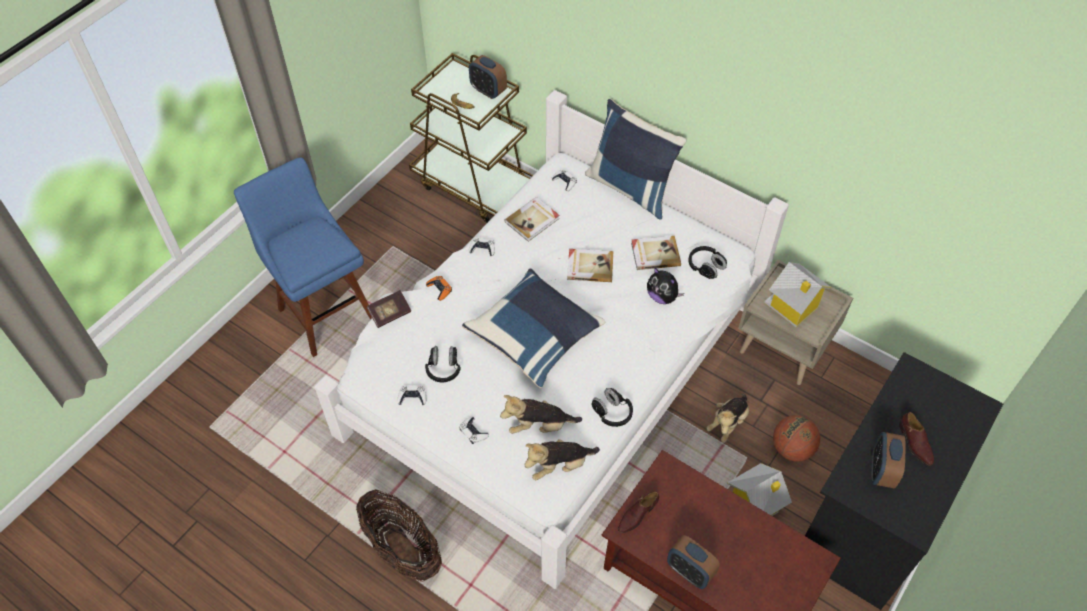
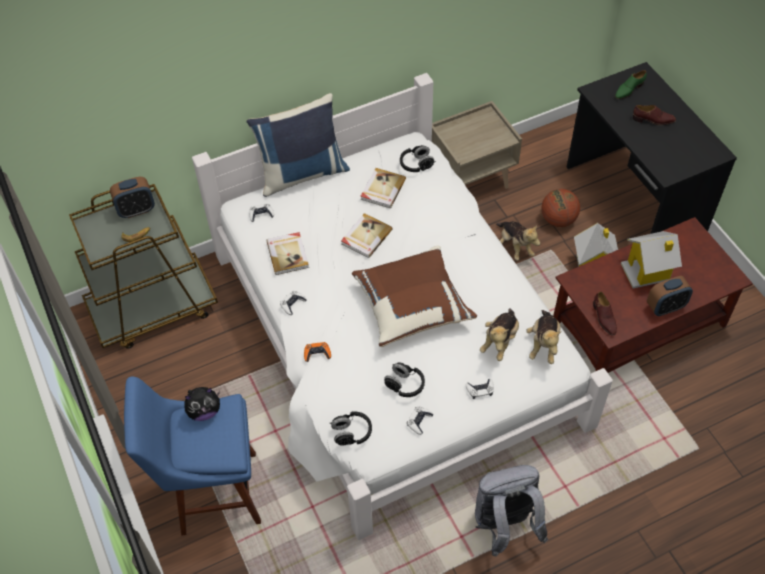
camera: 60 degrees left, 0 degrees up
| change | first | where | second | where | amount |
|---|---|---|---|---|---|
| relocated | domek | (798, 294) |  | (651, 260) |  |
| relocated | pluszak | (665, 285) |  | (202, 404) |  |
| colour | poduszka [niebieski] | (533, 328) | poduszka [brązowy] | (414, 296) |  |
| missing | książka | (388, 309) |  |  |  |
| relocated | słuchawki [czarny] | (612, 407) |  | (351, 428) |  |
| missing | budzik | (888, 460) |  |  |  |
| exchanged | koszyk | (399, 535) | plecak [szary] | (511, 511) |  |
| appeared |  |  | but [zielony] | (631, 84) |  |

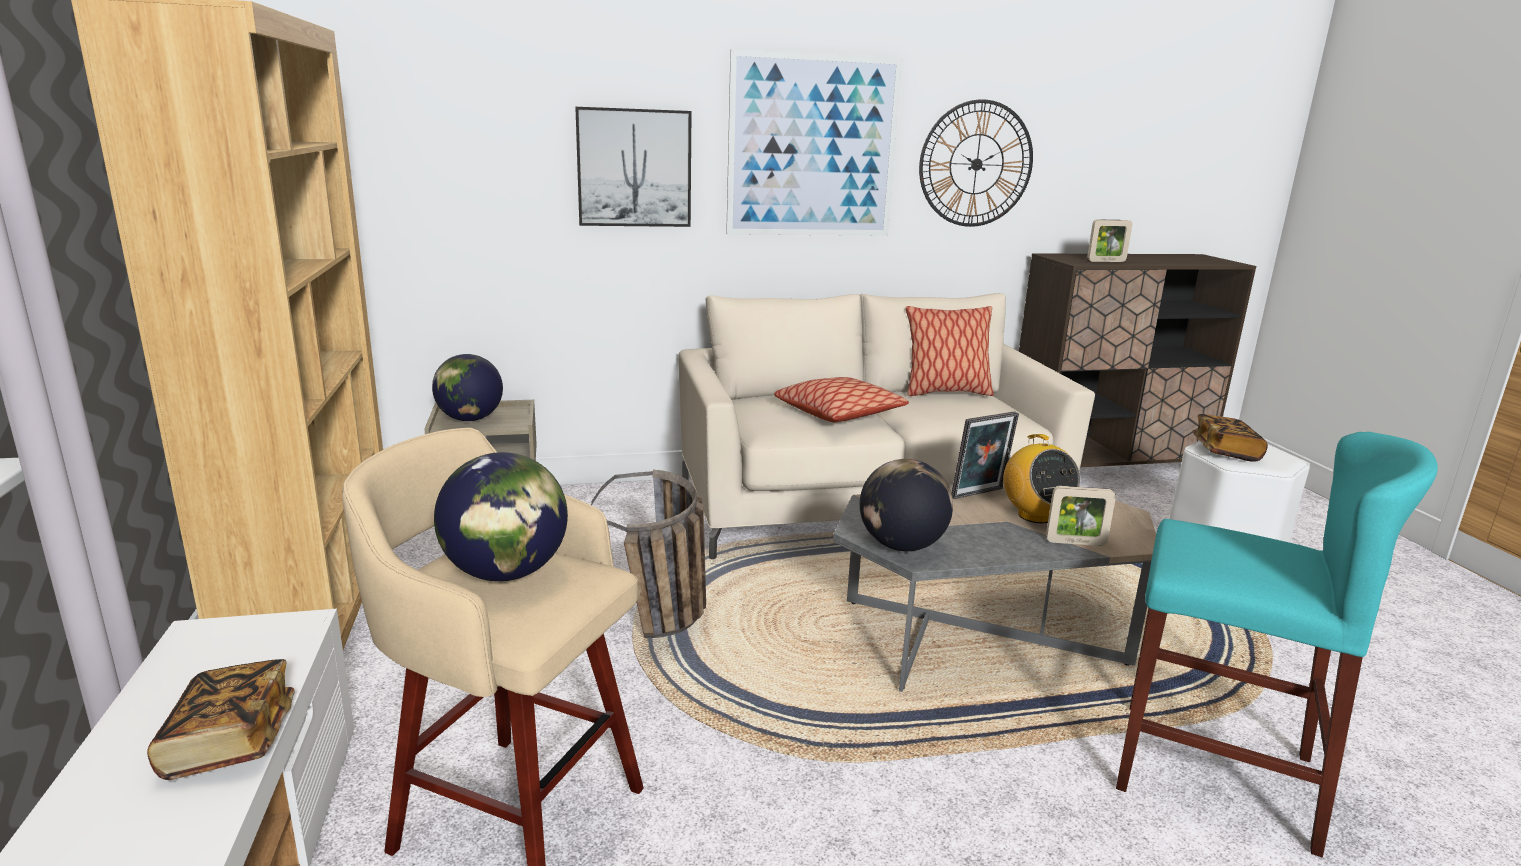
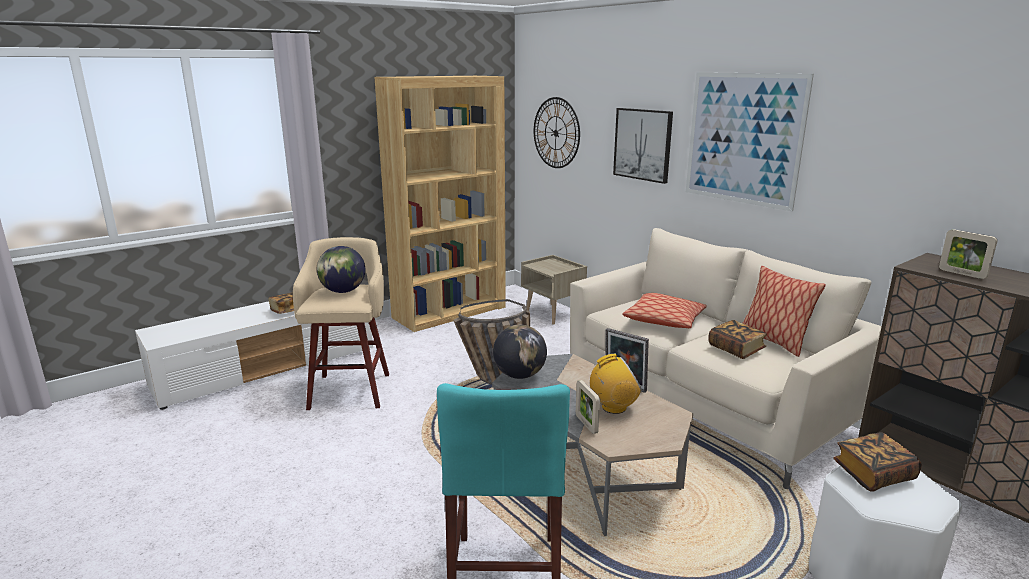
camera: 65 degrees right, 0 degrees up
| change | first | where | second | where | amount |
|---|---|---|---|---|---|
| relocated | zegar ścienny | (976, 163) |  | (557, 132) |  |
| missing | globus | (467, 387) |  |  |  |
| spun | radio | (1041, 478) |  | (616, 384) | 150 degrees counterclockwise |
| appeared |  |  | książka | (738, 339) |  |

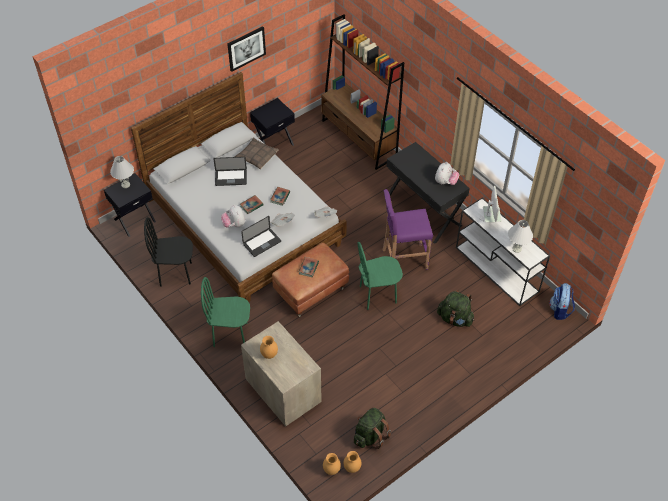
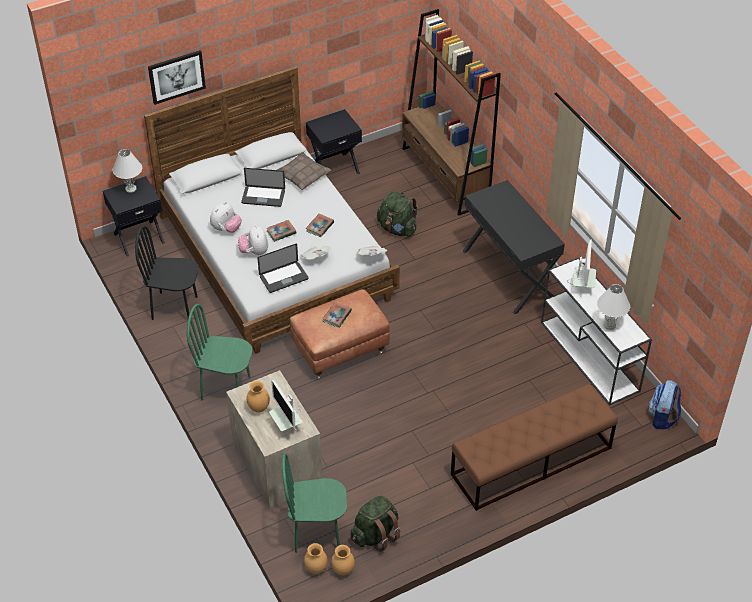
camera: 10 degrees right, 5 degrees down
| change | first | where | second | where | amount |
|---|---|---|---|---|---|
| relocated | obraz | (246, 49) |  | (177, 77) |  |
| relocated | pluszak | (447, 173) |  | (226, 217) |  |
| missing | stołek [fioletowy] | (408, 229) |  |  |  |
| relocated | krzesło [zielony] | (380, 276) |  | (314, 503) |  |
| relocated | plecak [zielony] | (455, 308) |  | (397, 214) |  |
| appeared |  |  | monitor | (286, 408) |  |
| appeared |  |  | ławka [brązowy] | (534, 447) |  |

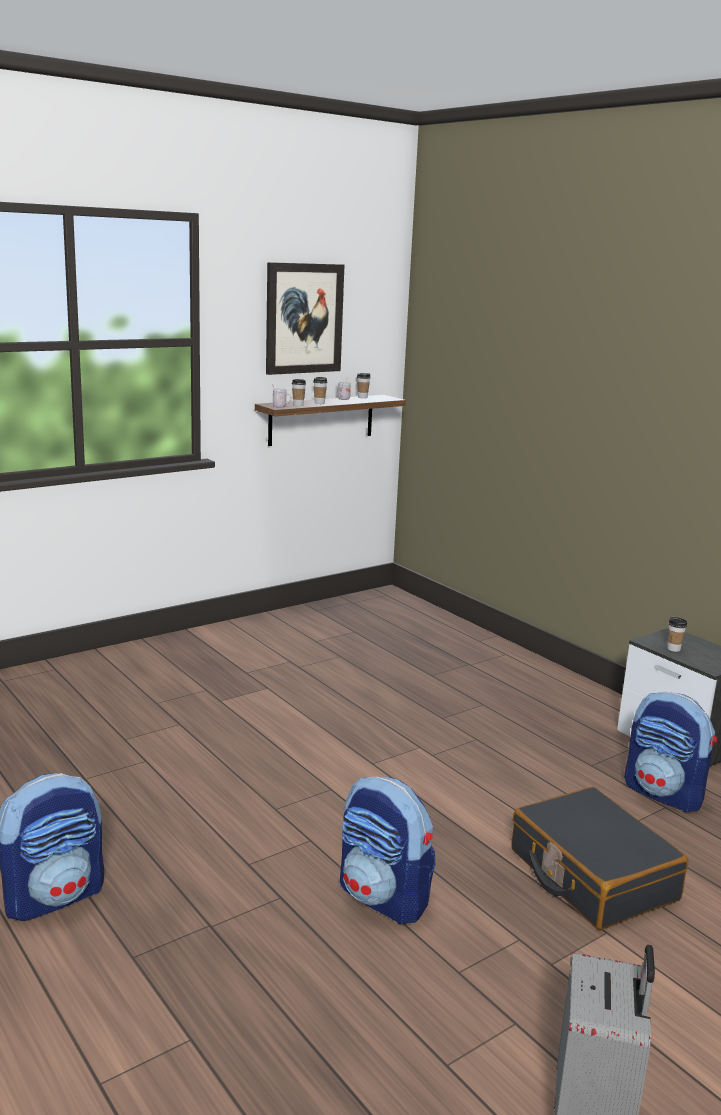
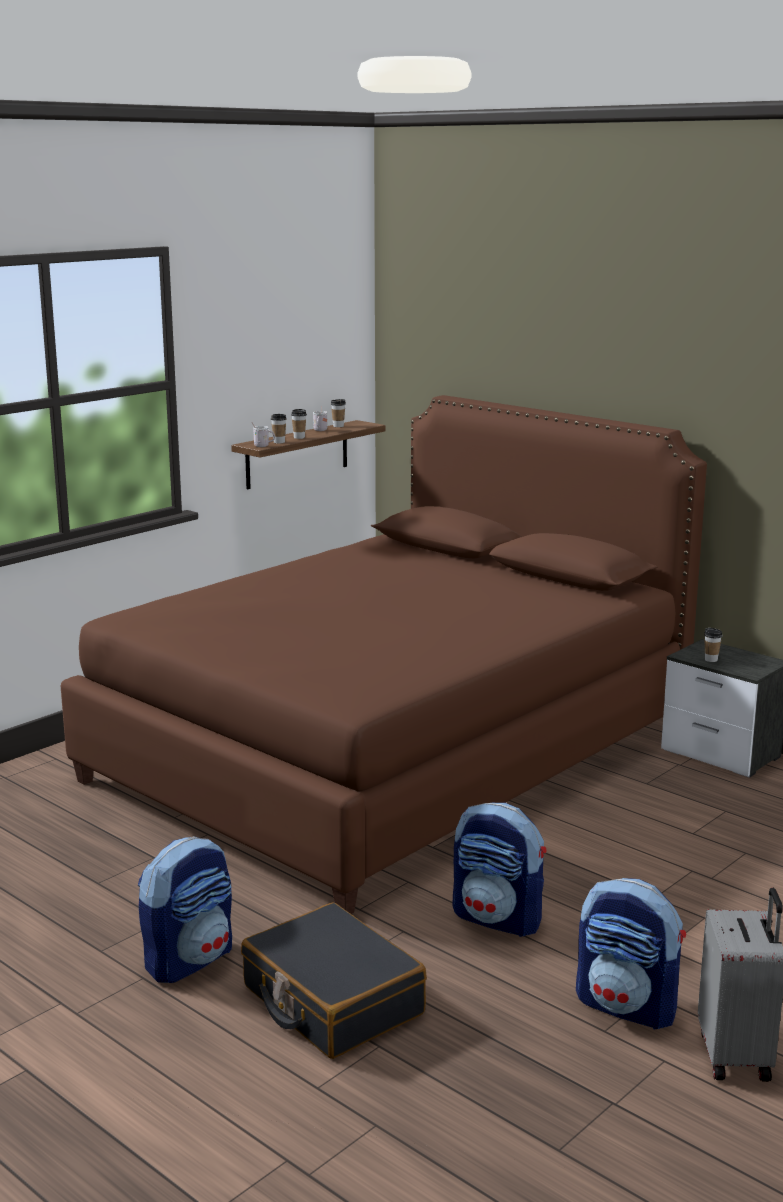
camera: 10 degrees left, 0 degrees up
| change | first | where | second | where | amount |
|---|---|---|---|---|---|
| missing | obraz | (305, 318) |  |  |  |
| relocated | plecak | (670, 752) |  | (631, 953) |  |
| relocated | walizka [czarny] | (600, 858) |  | (334, 980) |  |
| appeared |  |  | łóżko [brązowy] | (384, 654) |  |

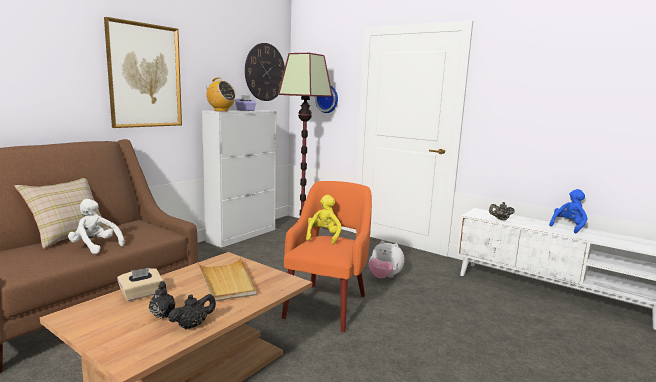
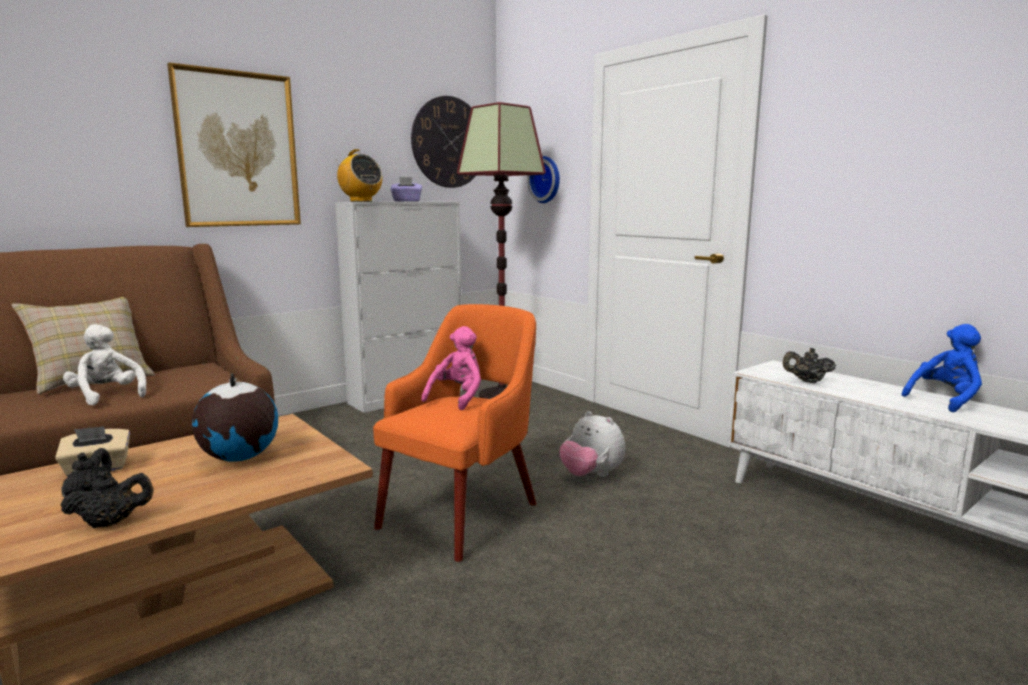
camera: 15 degrees right, 0 degrees up
| change | first | where | second | where | amount |
|---|---|---|---|---|---|
| colour | pluszak [żółty] | (323, 220) | pluszak [różowy] | (451, 368) |  |
| exchanged | taca [beżowy] | (226, 279) | globus | (235, 417) |  |

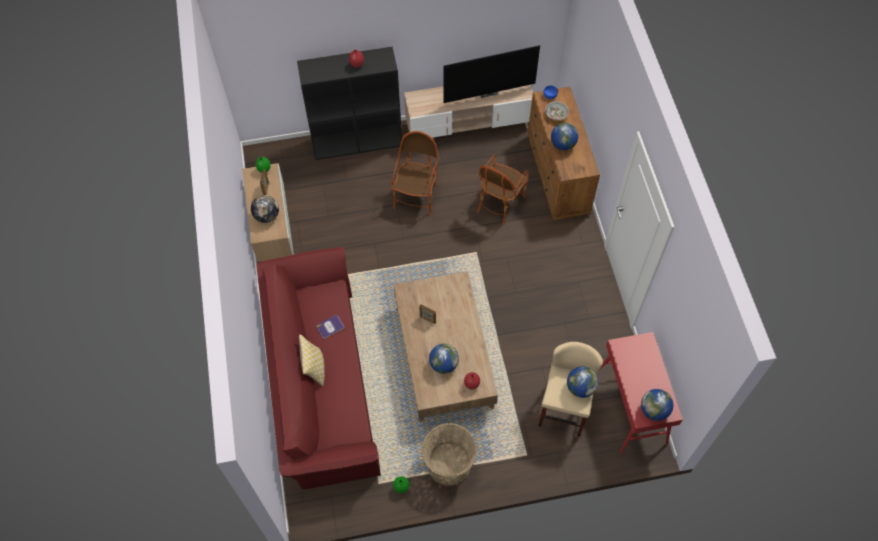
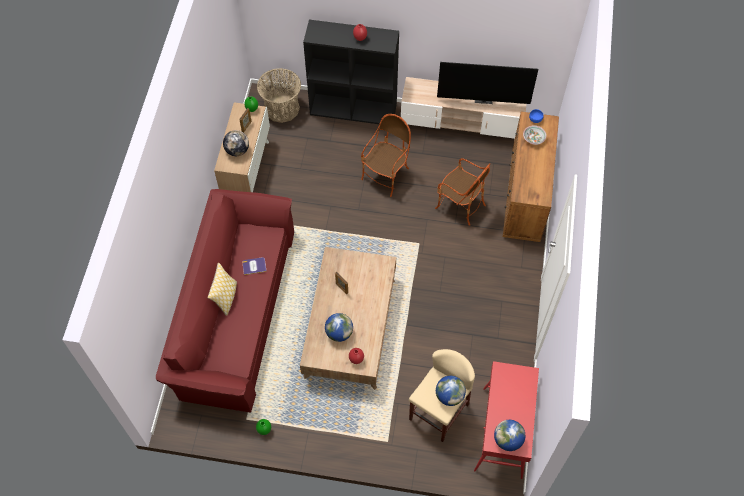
camera: 20 degrees right, 0 degrees up
| change | first | where | second | where | amount |
|---|---|---|---|---|---|
| missing | globus | (564, 136) |  |  |  |
| spun | fotel | (503, 190) |  | (462, 192) | 105 degrees counterclockwise |
| relocated | koszyk | (449, 454) |  | (279, 95) |  |

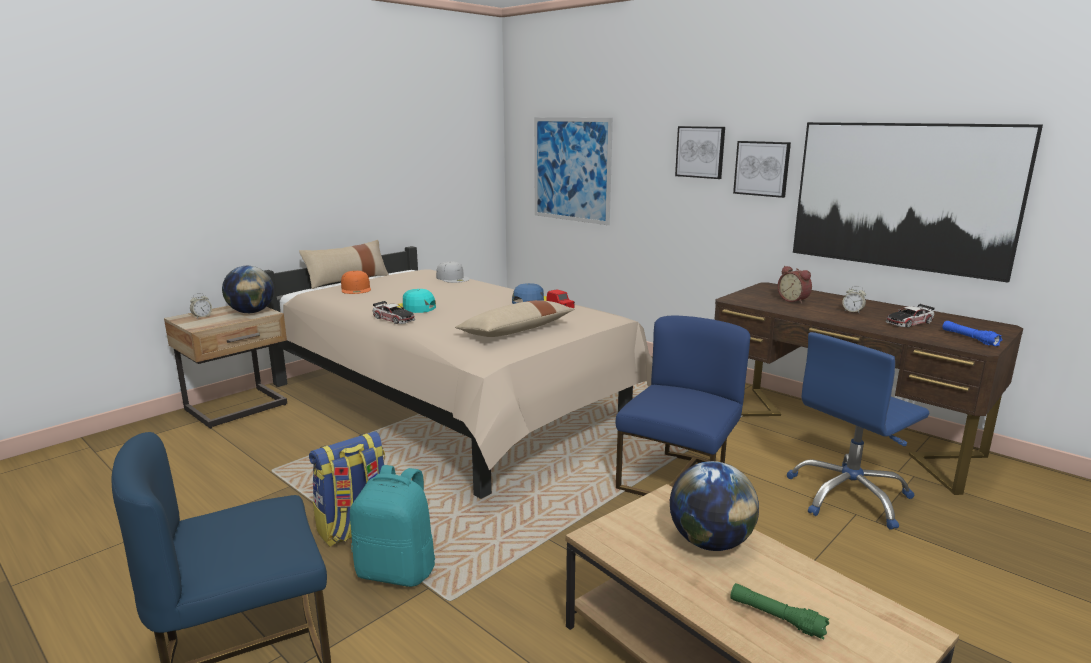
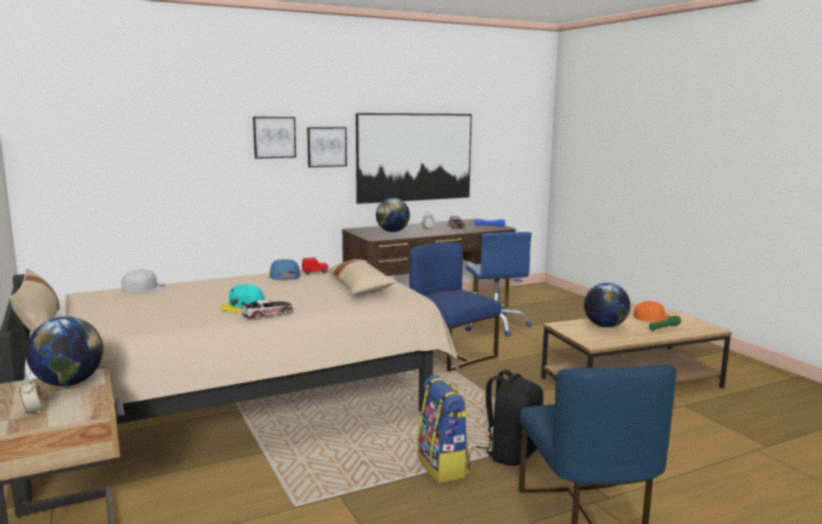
camera: 70 degrees left, 5 degrees down
| change | first | where | second | where | amount |
|---|---|---|---|---|---|
| missing | obraz | (573, 171) |  |  |  |
| exchanged | budzik | (795, 285) | globus | (393, 215) |  |
| relocated | czapka z daszkiem [pomarańczowy] | (356, 282) |  | (652, 311) |  |
| colour | plecak [turkusowy] | (392, 526) | plecak [czarny] | (509, 417) |  |

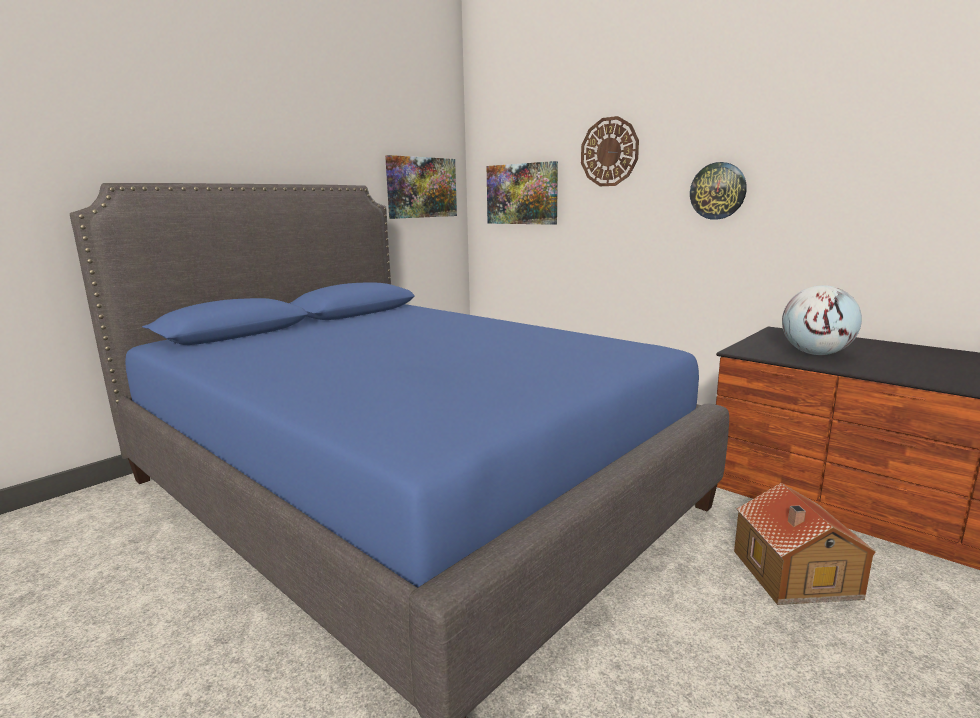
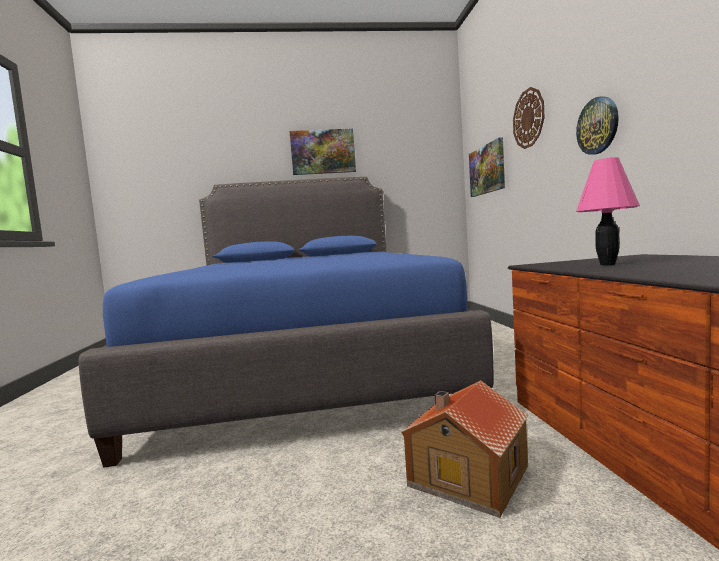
camera: 40 degrees right, 10 degrees down
| change | first | where | second | where | amount |
|---|---|---|---|---|---|
| relocated | obraz | (421, 187) |  | (322, 152) |  |
| exchanged | globus | (822, 320) | lampa stołowa [różowy] | (608, 211) |  |

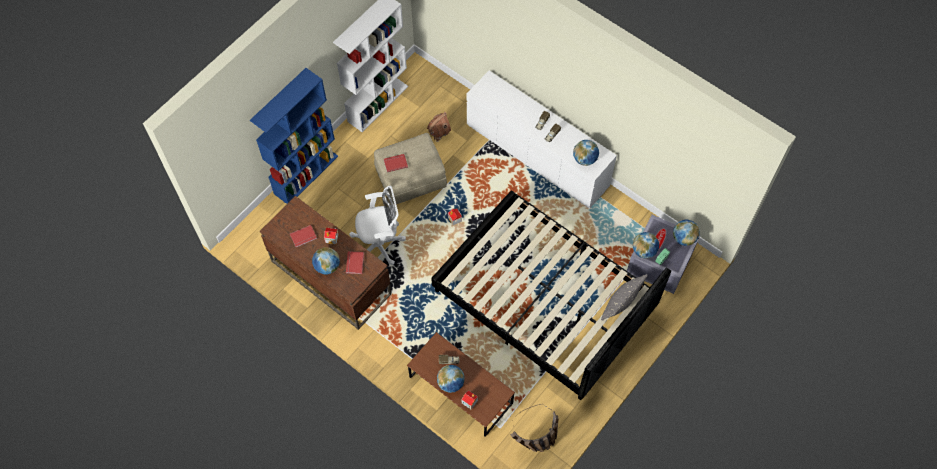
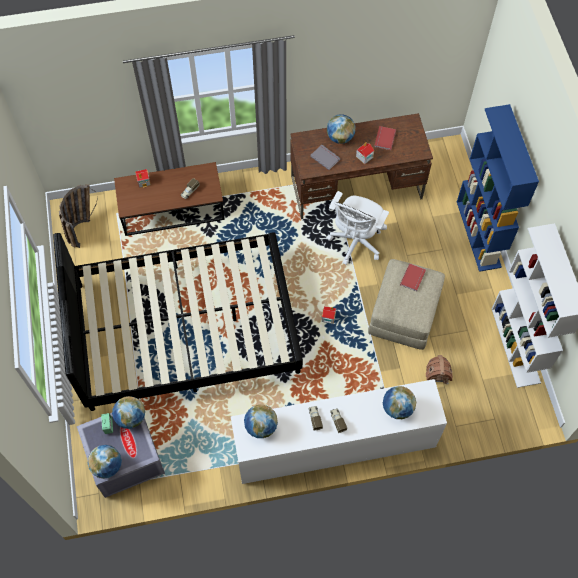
camera: 130 degrees right, 0 degrees up
| change | first | where | second | where | amount |
|---|---|---|---|---|---|
| colour | książka [czerwony] | (355, 262) | książka [szary] | (325, 157) |  |
| missing | poduszka [szary] | (624, 297) |  |  |  |
| relocated | globus | (450, 379) |  | (399, 402) |  |

